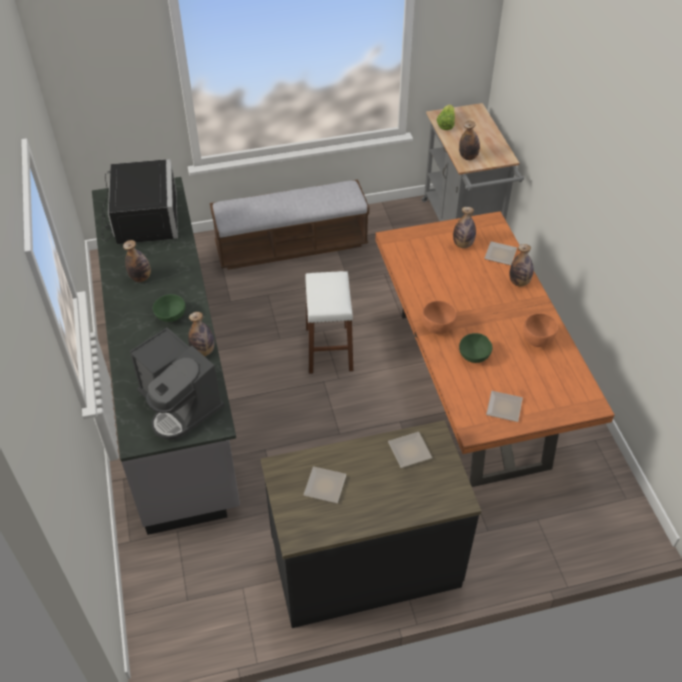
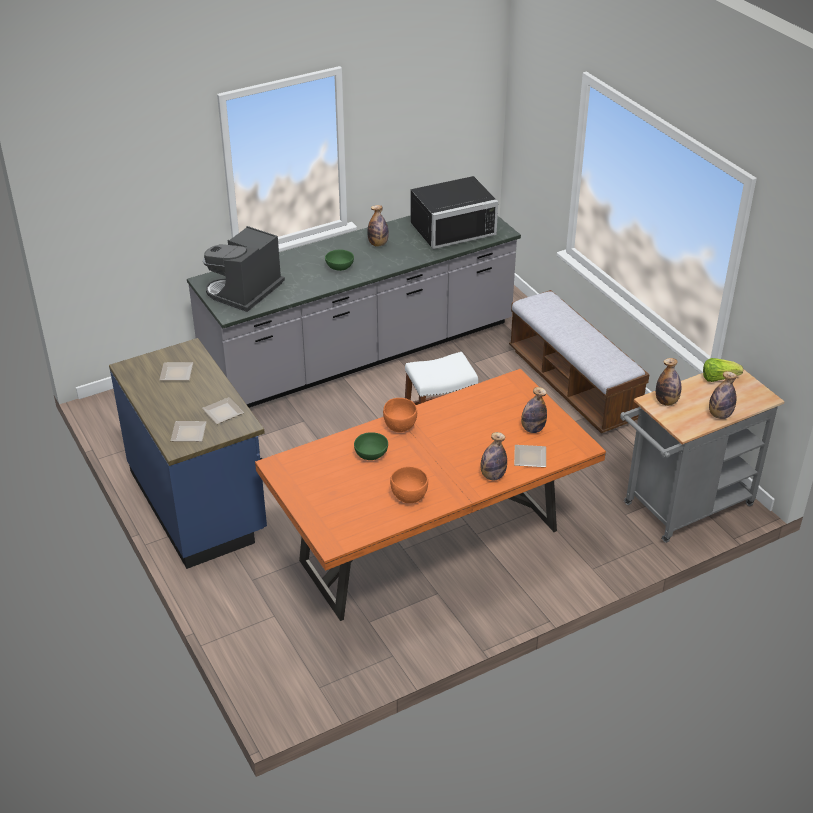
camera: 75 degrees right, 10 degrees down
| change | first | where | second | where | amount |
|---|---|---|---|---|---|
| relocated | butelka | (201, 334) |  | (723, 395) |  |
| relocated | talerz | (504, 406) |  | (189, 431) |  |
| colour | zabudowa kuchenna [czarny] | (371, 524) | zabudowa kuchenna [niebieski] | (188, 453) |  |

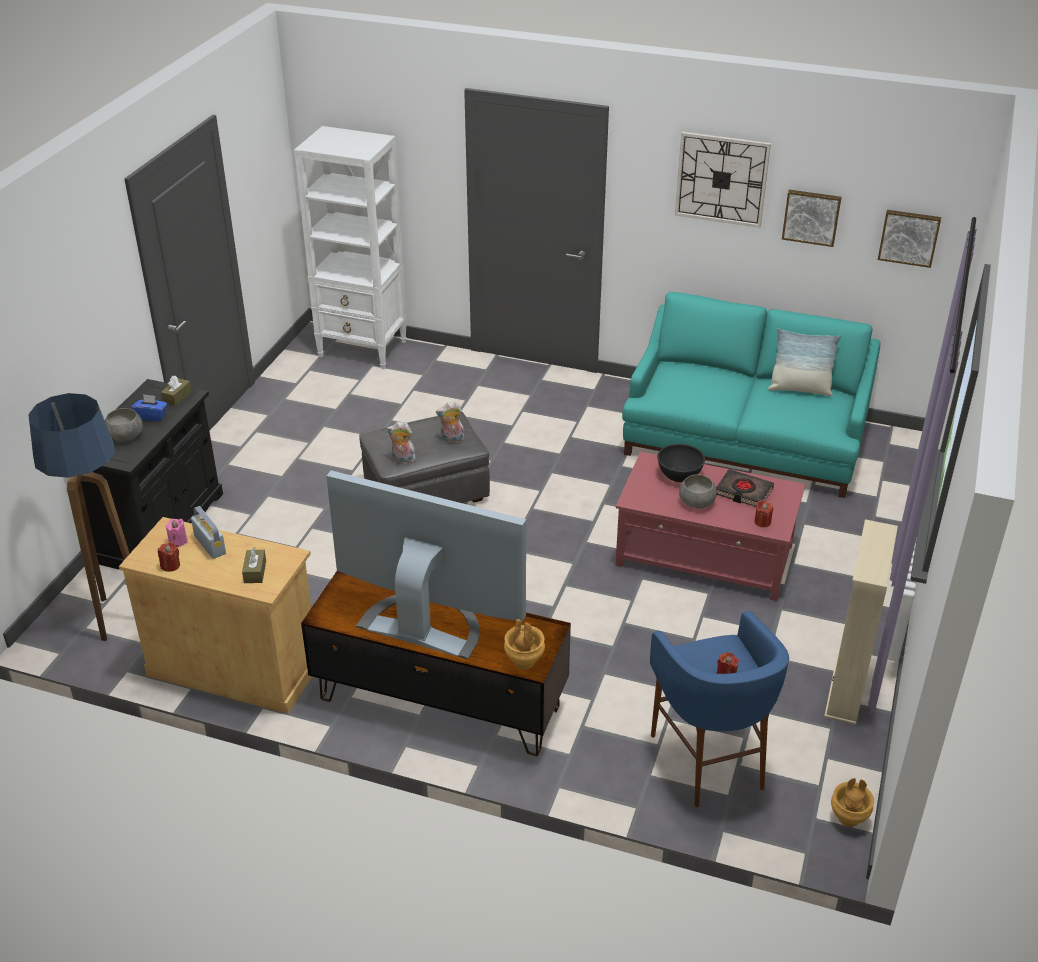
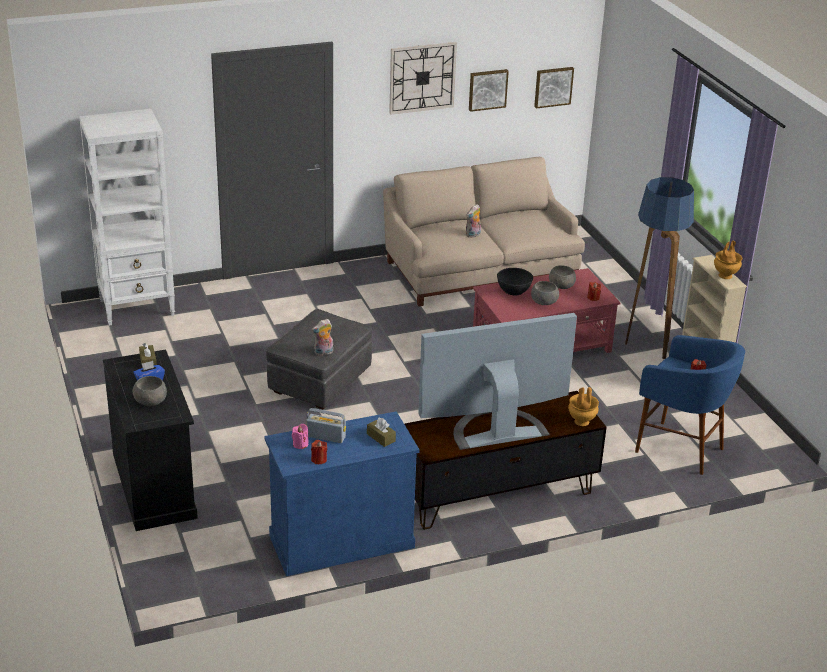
camera: 40 degrees left, 5 degrees down
| change | first | where | second | where | amount |
|---|---|---|---|---|---|
| colour | kanapa [turkusowy] | (751, 395) | kanapa [beżowy] | (484, 232) |  |
| missing | poduszka | (804, 362) |  |  |  |
| relocated | lampa stojąca | (79, 517) |  | (659, 268) |  |
| relocated | pluszak | (450, 422) |  | (473, 221) |  |
| exchanged | książka [czarny] | (745, 488) | miska [szary] | (562, 277) |  |
| colour | szafka [beżowy] | (215, 615) | szafka [niebieski] | (342, 493) |  |
| relocated | wazon [brązowy] | (852, 802) |  | (728, 260) |  |

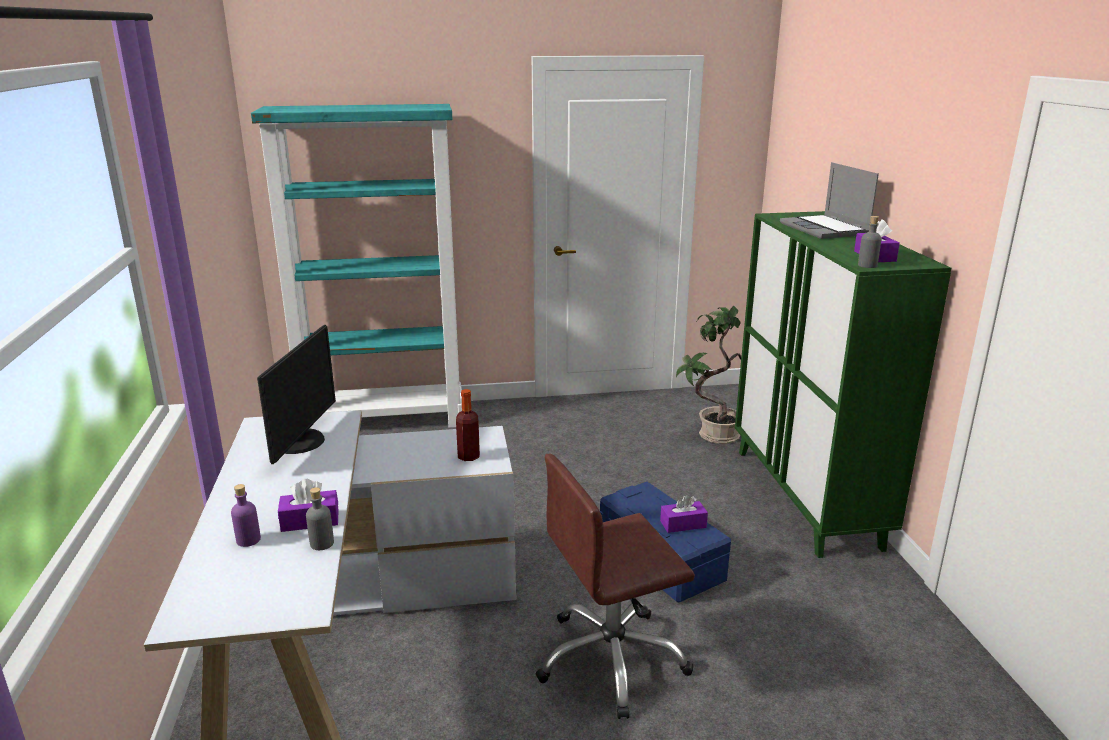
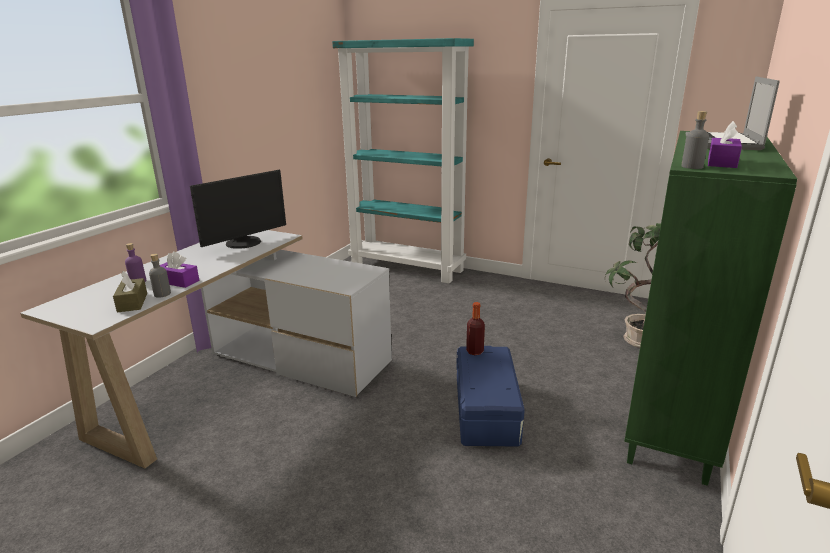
camera: 35 degrees right, 0 degrees up
| change | first | where | second | where | amount |
|---|---|---|---|---|---|
| relocated | butelka | (468, 425) |  | (475, 328) |  |
| missing | krzesło biurowe [brązowy] | (615, 586) |  |  |  |
| missing | pudełko chusteczek [fioletowy] | (684, 514) |  |  |  |
| appeared |  |  | pudełko chusteczek [brązowy] | (130, 291) |  |

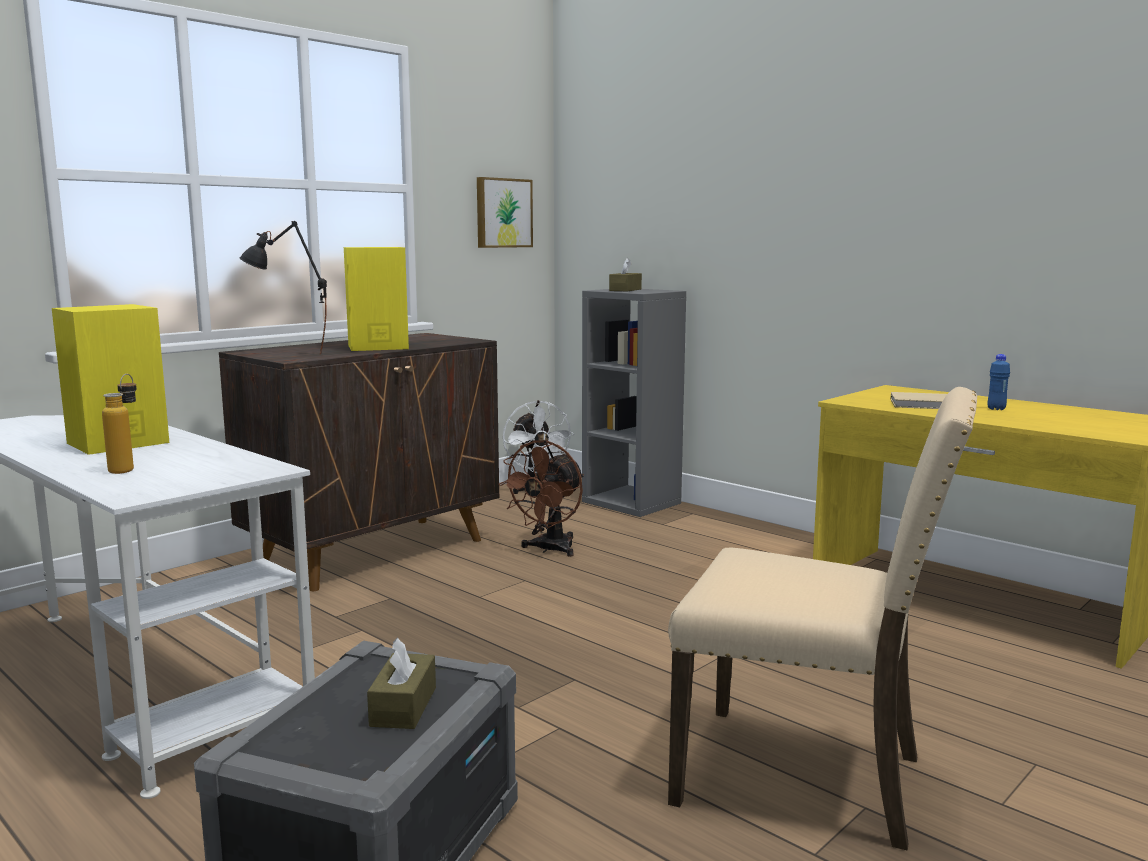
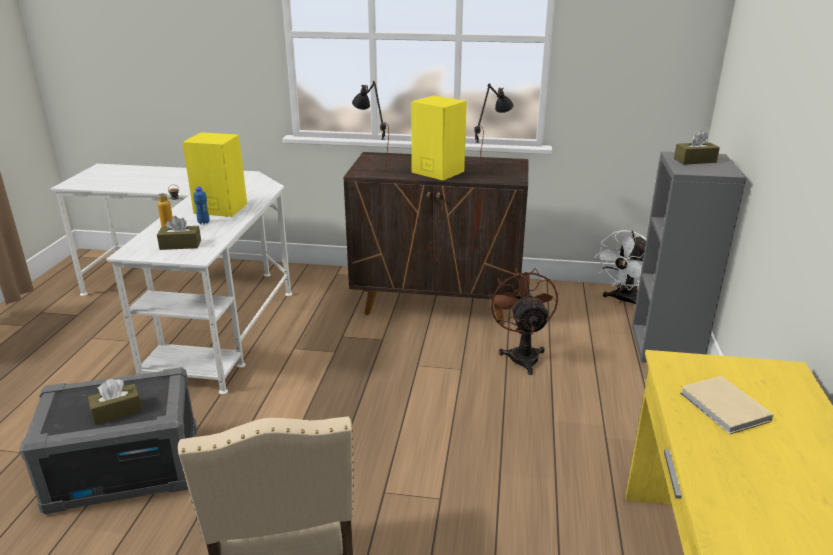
camera: 55 degrees right, 15 degrees up
| change | first | where | second | where | amount |
|---|---|---|---|---|---|
| missing | obraz | (505, 212) |  |  |  |
| relocated | butelka [niebieski] | (999, 382) |  | (202, 205) |  |
| spun | wentylator [brązowy] | (541, 498) |  | (523, 321) | 90 degrees clockwise |
| appeared |  |  | lampa stołowa [czarny] | (494, 129) |  |
| appeared |  |  | pudełko chusteczek [brązowy] | (179, 233) |  |

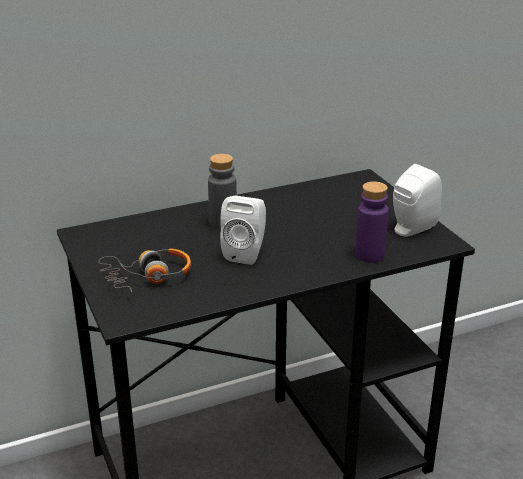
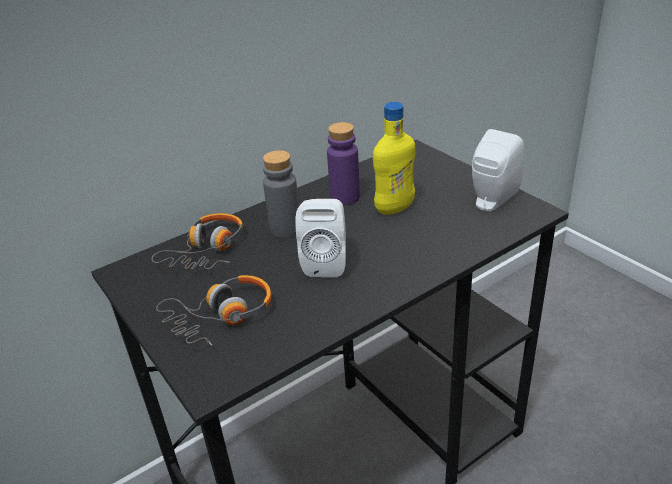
camera: 10 degrees left, 5 degrees up
| change | first | where | second | where | amount |
|---|---|---|---|---|---|
| relocated | butelka [fioletowy] | (372, 222) |  | (343, 163) |  |
| appeared |  |  | butelka [żółty] | (394, 158) |  |
| appeared |  |  | słuchawki | (197, 241) |  |

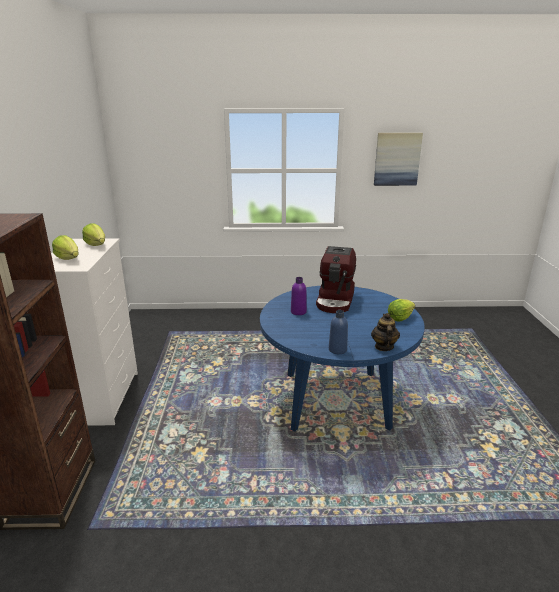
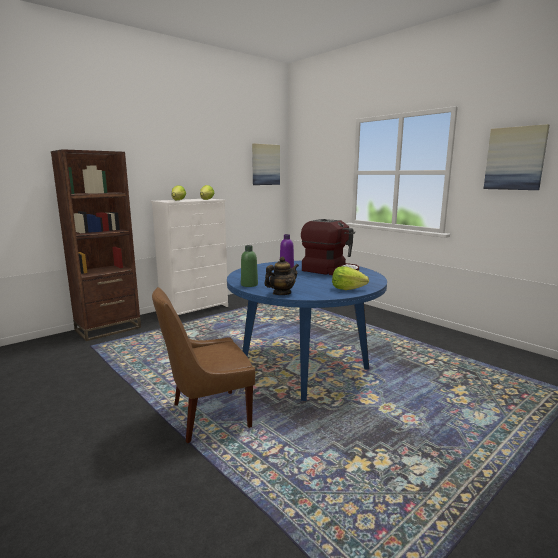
camera: 50 degrees right, 10 degrees down
| change | first | where | second | where | amount |
|---|---|---|---|---|---|
| spun | ekspres do kawy | (336, 279) |  | (330, 247) | 120 degrees counterclockwise |
| colour | butelka [niebieski] | (338, 332) | butelka [zielony] | (249, 266) |  |
| appeared |  |  | obraz | (266, 164) |  |
| appeared |  |  | krzesło [brązowy] | (203, 365) |  |

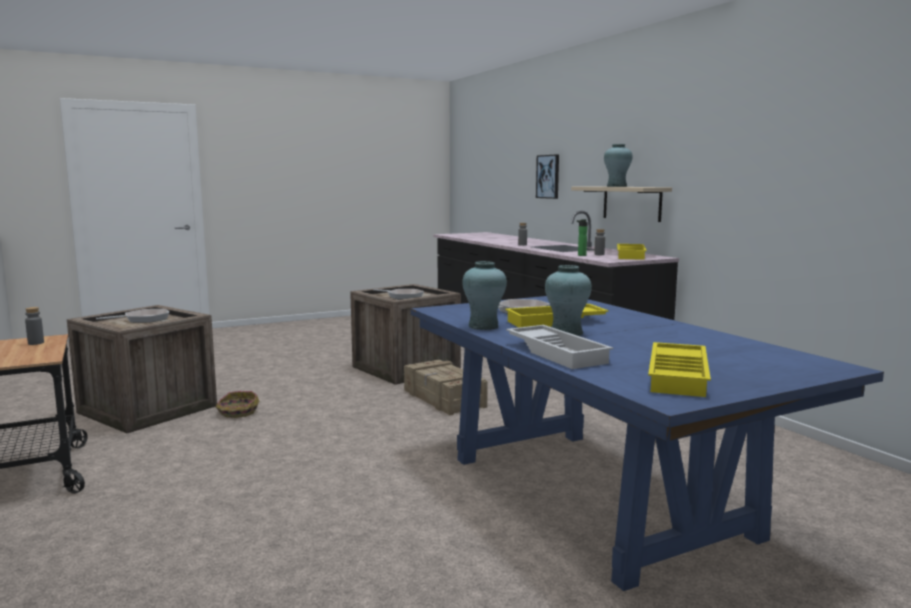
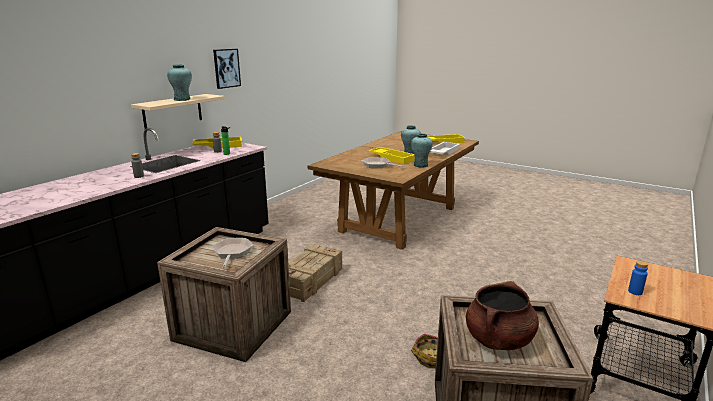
camera: 120 degrees left, 10 degrees up
| change | first | where | second | where | amount |
|---|---|---|---|---|---|
| relocated | obraz | (547, 176) |  | (227, 69) |  |
| colour | stół jadalny [niebieski] | (647, 443) | stół jadalny [brązowy] | (393, 190) |  |
| colour | butelka [szary] | (34, 326) | butelka [niebieski] | (638, 278) |  |
| exchanged | patelnia | (132, 316) | garnek [brązowy] | (502, 315) |  |

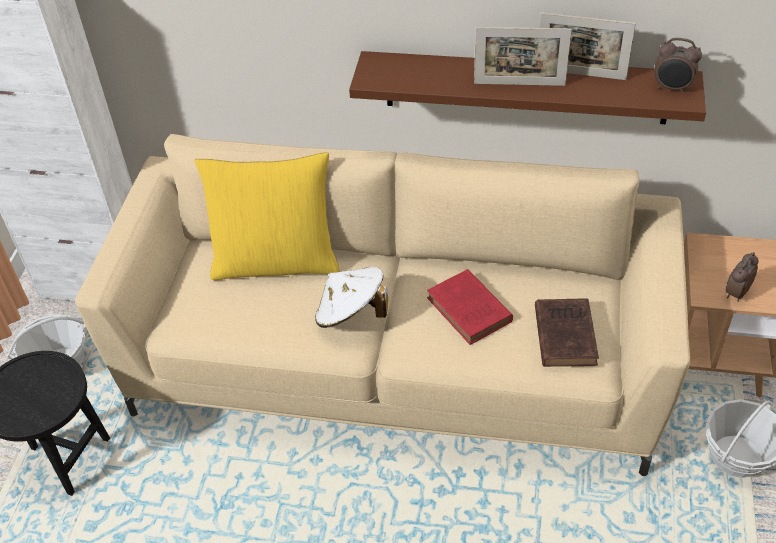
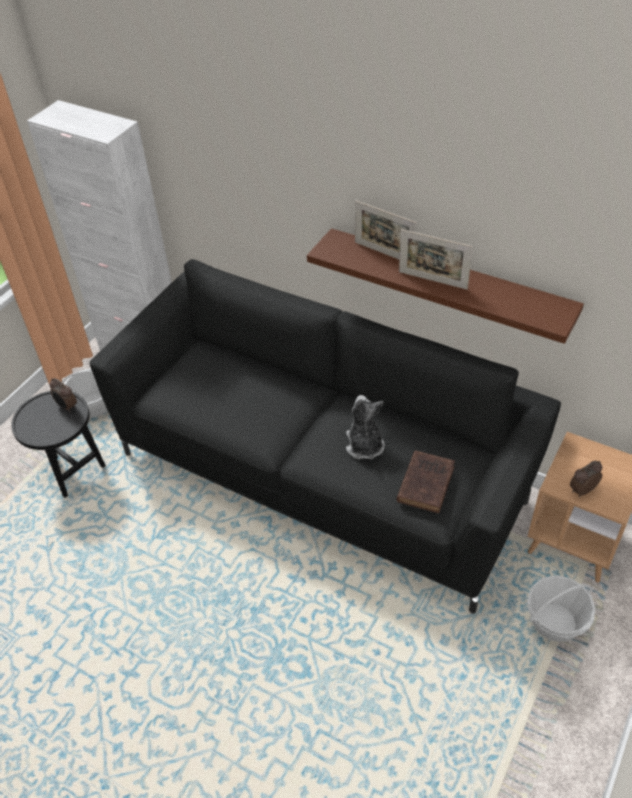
camera: 20 degrees right, 0 degrees up
| change | first | where | second | where | amount |
|---|---|---|---|---|---|
| relocated | ramka na zdjęcie | (587, 46) |  | (386, 230) |  |
| relocated | budzik | (678, 65) |  | (63, 395) |  |
| colour | kanapa [beżowy] | (382, 305) | kanapa [czarny] | (325, 436) |  |
| missing | poduszka [żółty] | (267, 216) |  |  |  |
| missing | kapelusz [biały] | (351, 297) |  |  |  |
| exchanged | książka [czerwony] | (470, 307) | pluszak | (365, 427) |  |

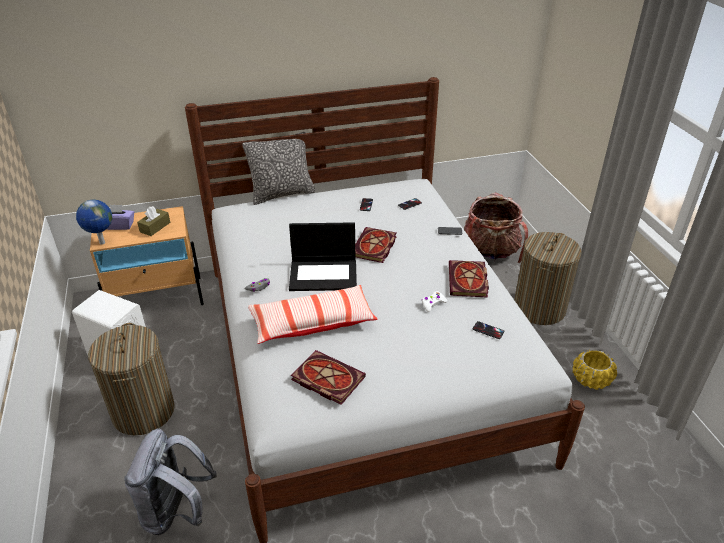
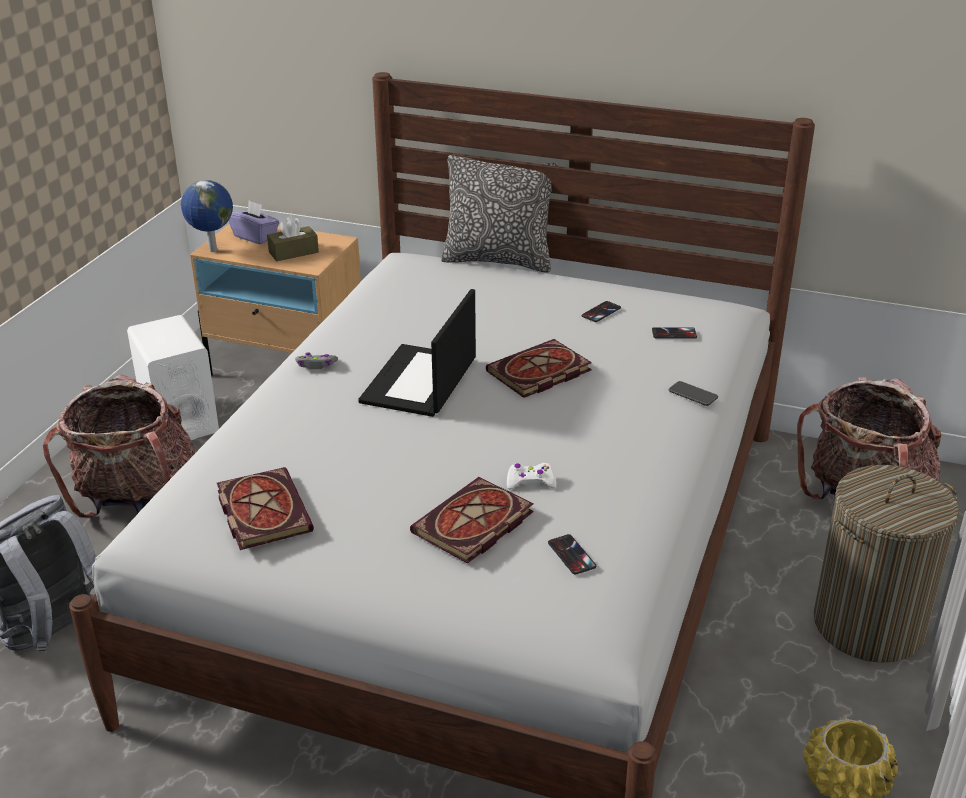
camera: 35 degrees right, 5 degrees down
| change | first | where | second | where | amount |
|---|---|---|---|---|---|
| spun | laptop | (323, 256) |  | (417, 353) | 75 degrees clockwise |
| relocated | książka | (469, 279) |  | (472, 520) |  |
| missing | poduszka | (313, 314) |  |  |  |
| exchanged | kosz na pranie | (131, 379) | plecak | (119, 446) |  |

